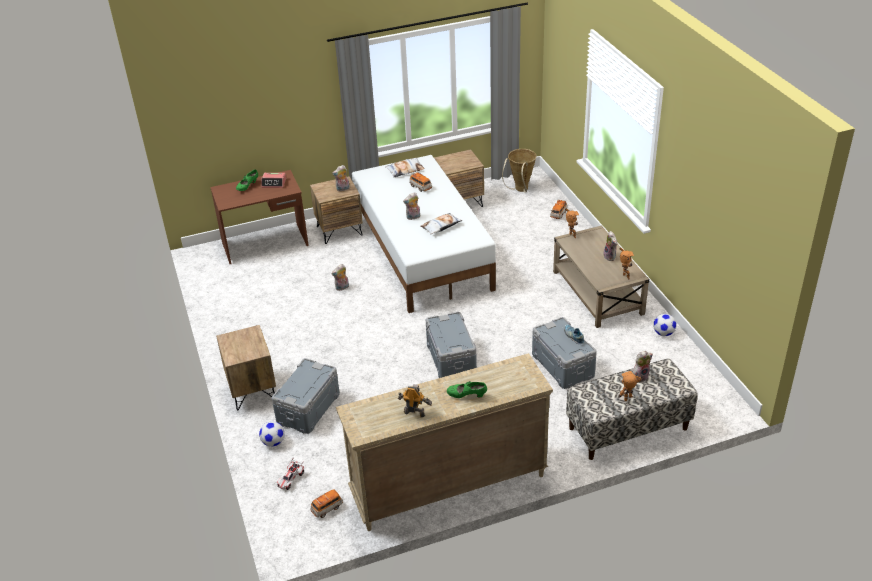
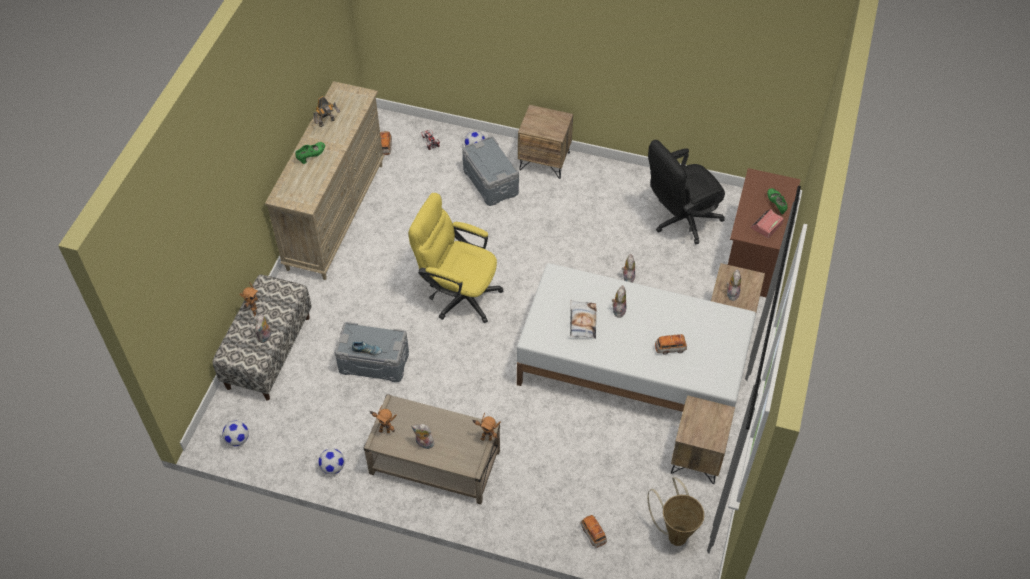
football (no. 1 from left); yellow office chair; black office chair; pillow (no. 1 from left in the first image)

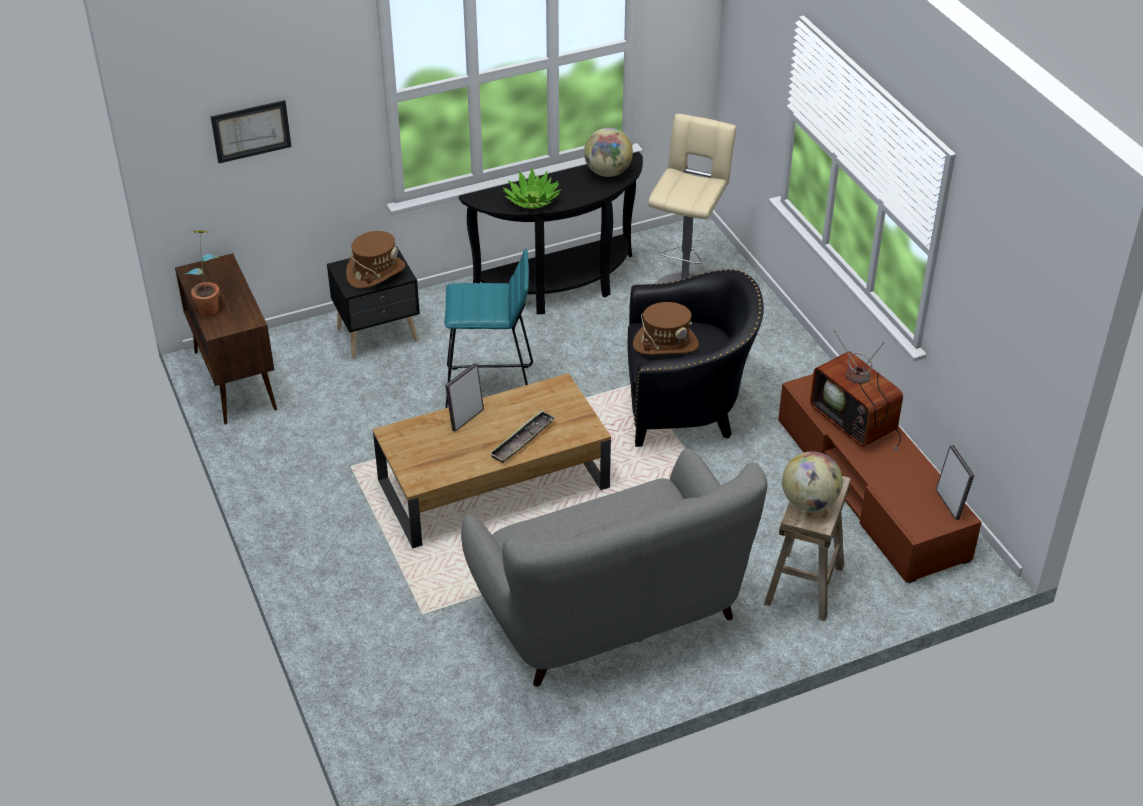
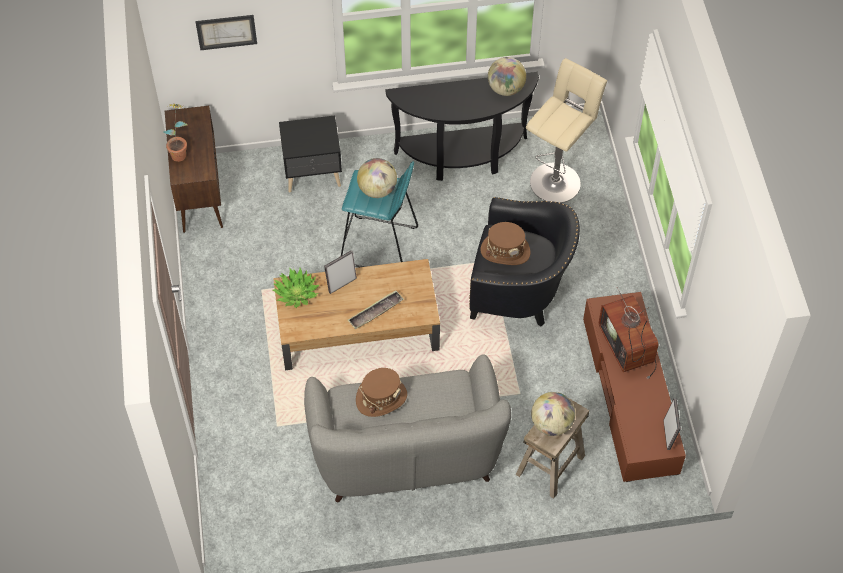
potted plant (no. 2 from left); brown hat (no. 1 from left); globe (no. 1 from left)

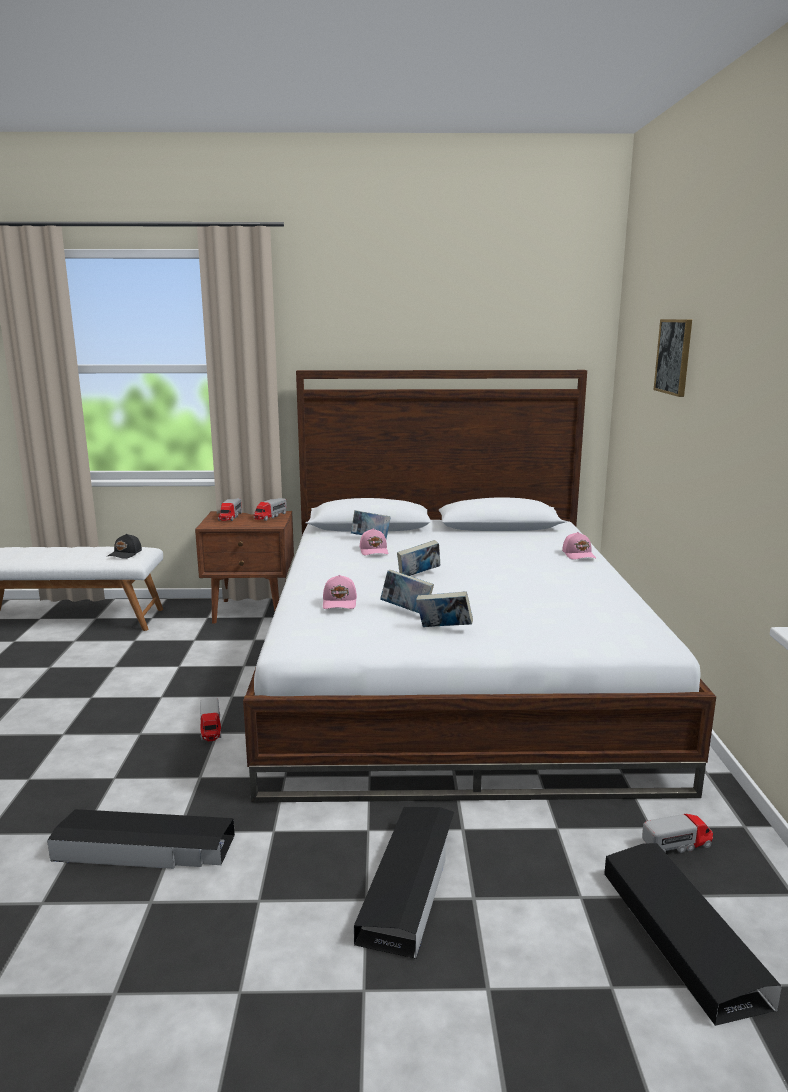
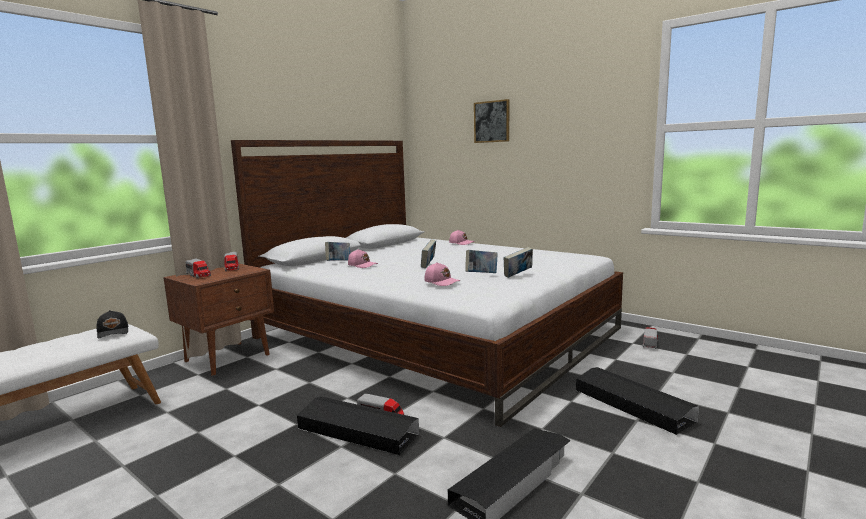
black storage box (no. 1 from left)

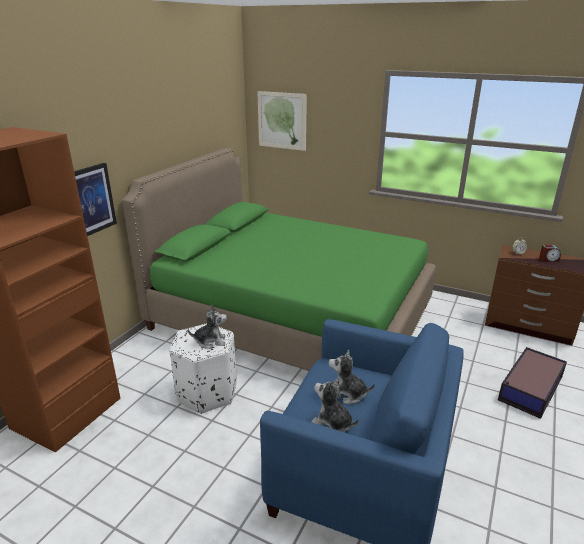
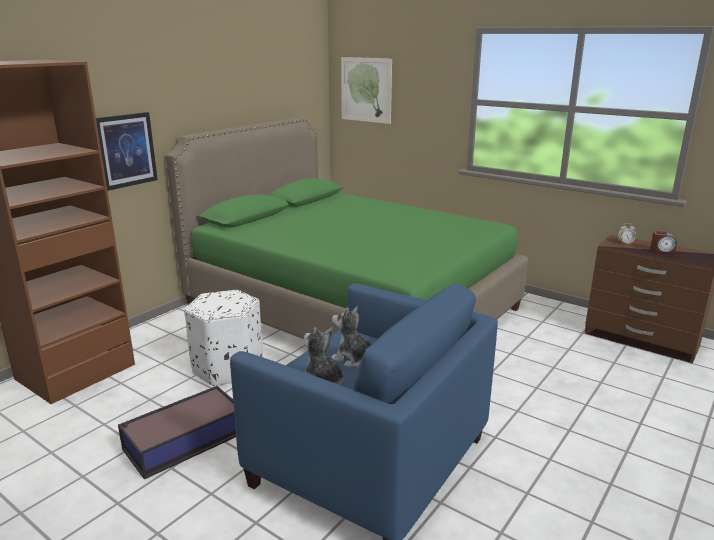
storage box; plush toy (no. 1 from left in the first image)

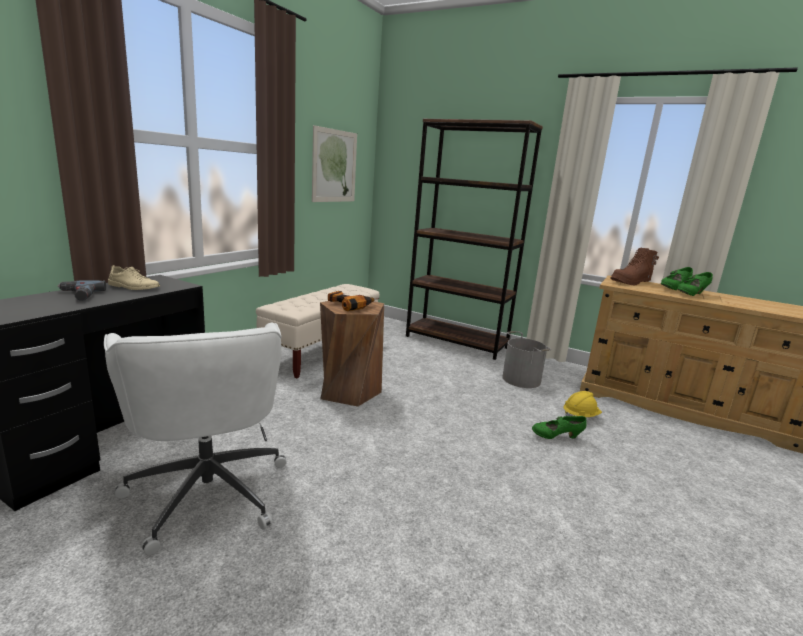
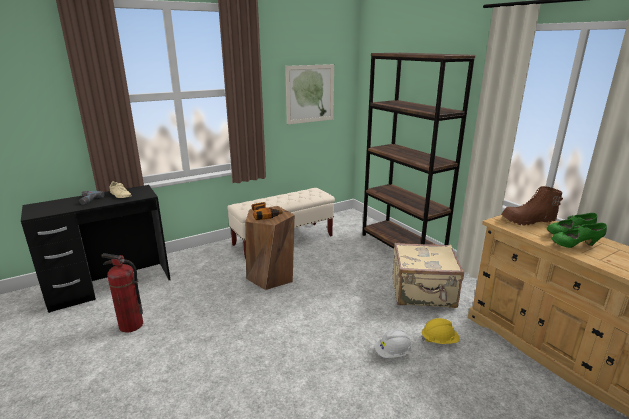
fire extinguisher; white hard hat; beige suitcase

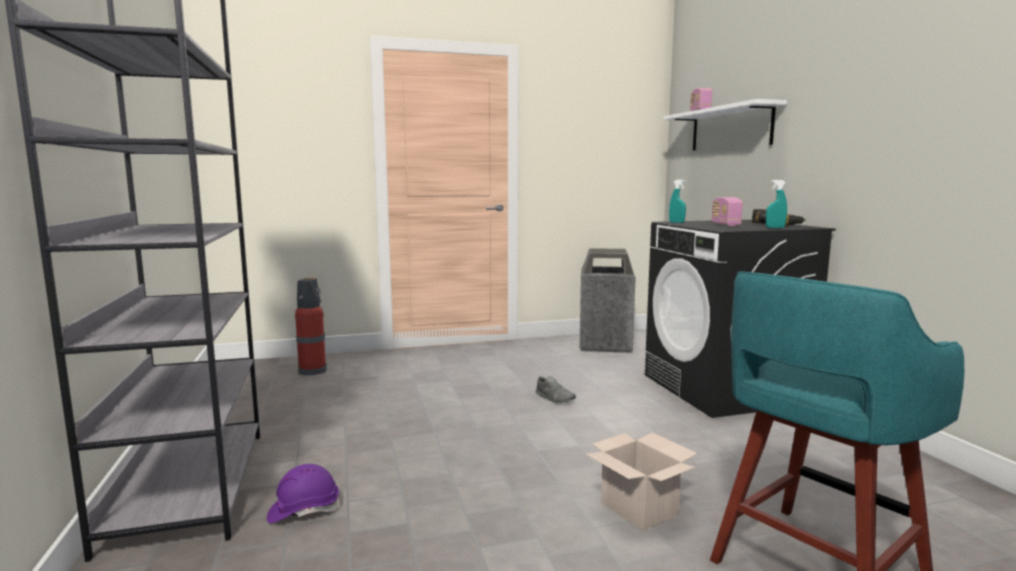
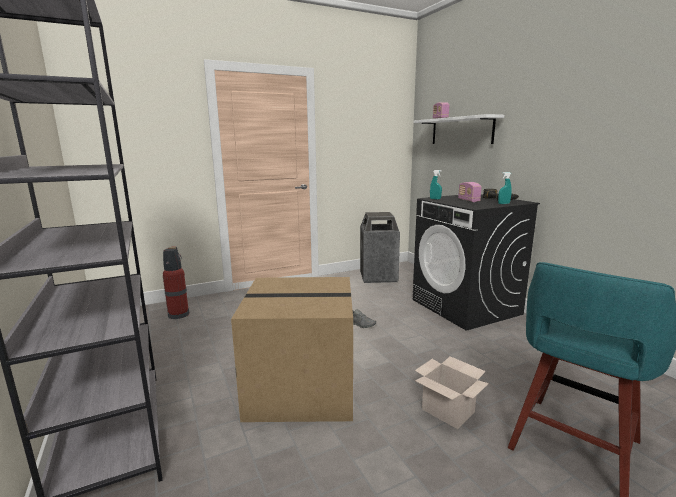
cardboard box (no. 1 from left); purple hard hat

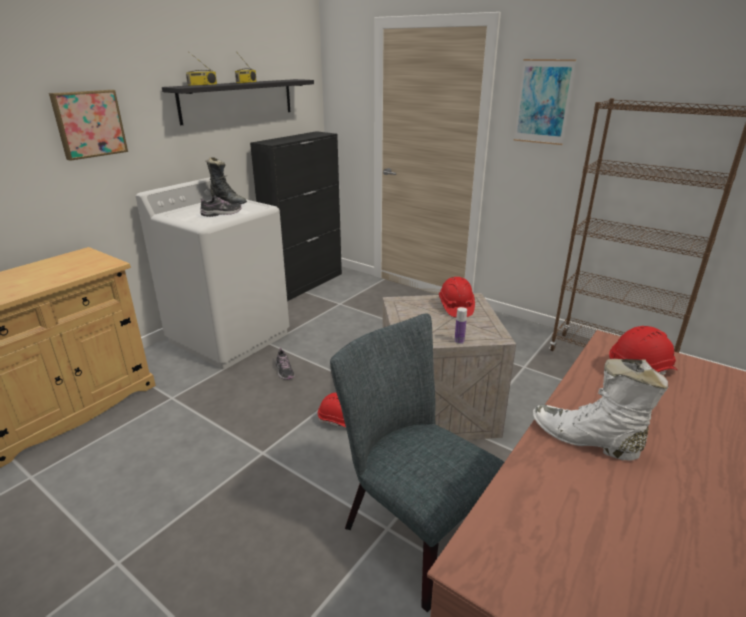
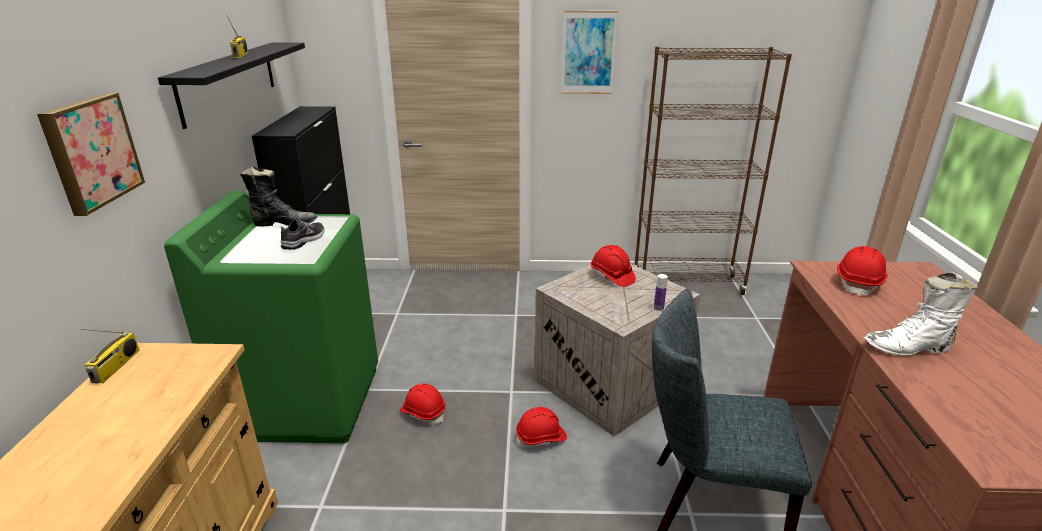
radio (no. 1 from left); green washing machine; red hard hat (no. 1 from left)

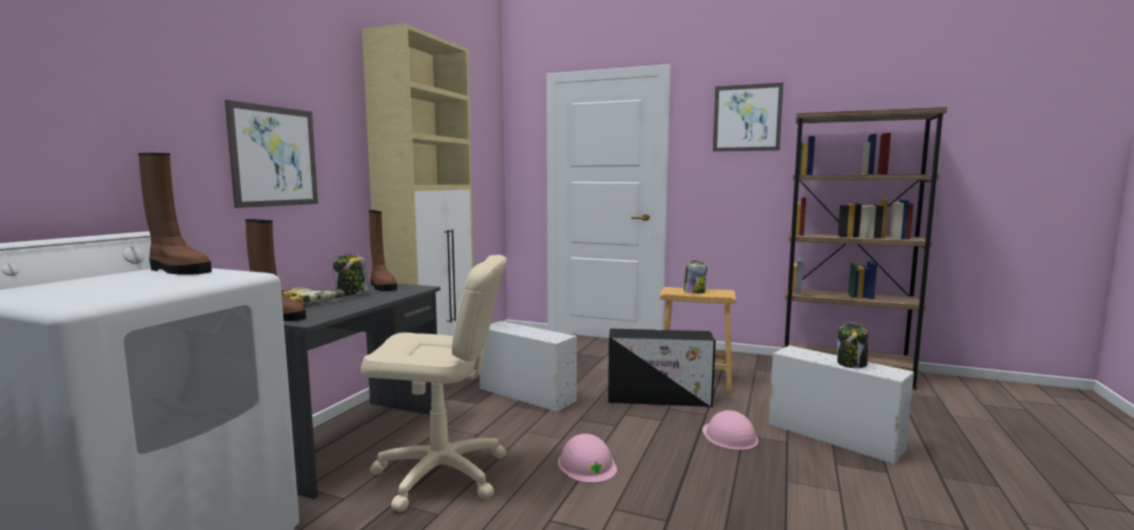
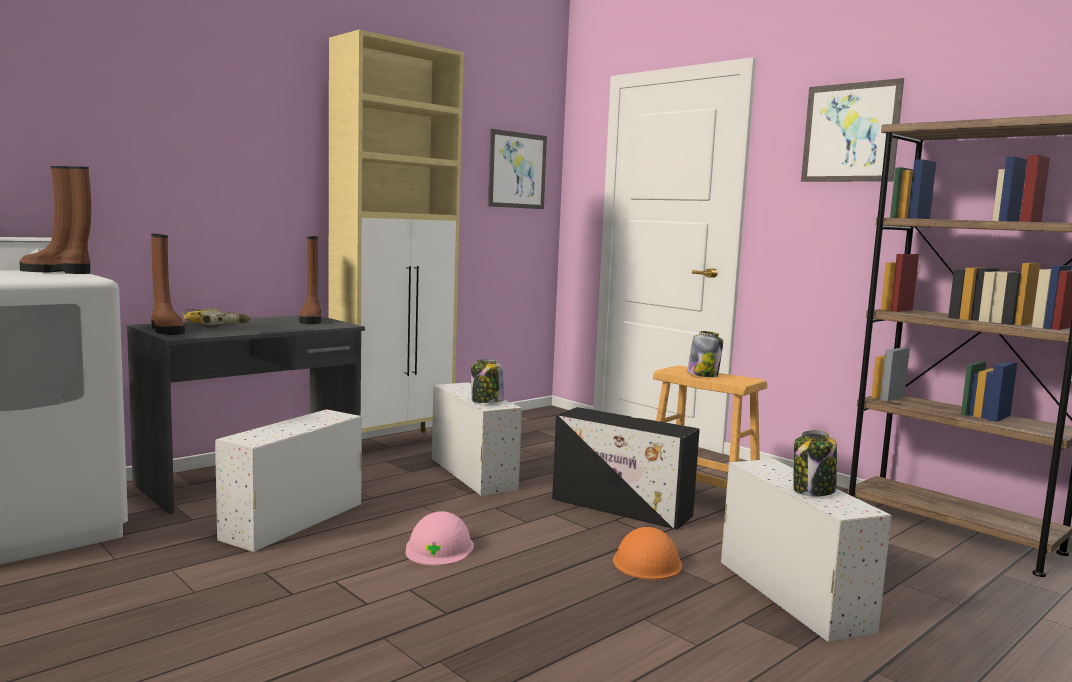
brown boot (no. 1 from left); white storage box (no. 1 from left); jar (no. 1 from left); picture (no. 1 from left); orange hard hat

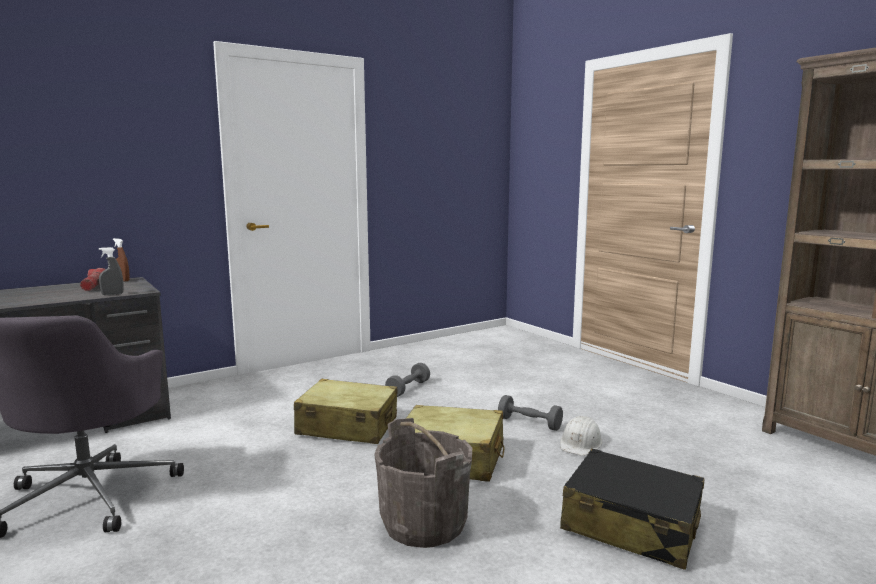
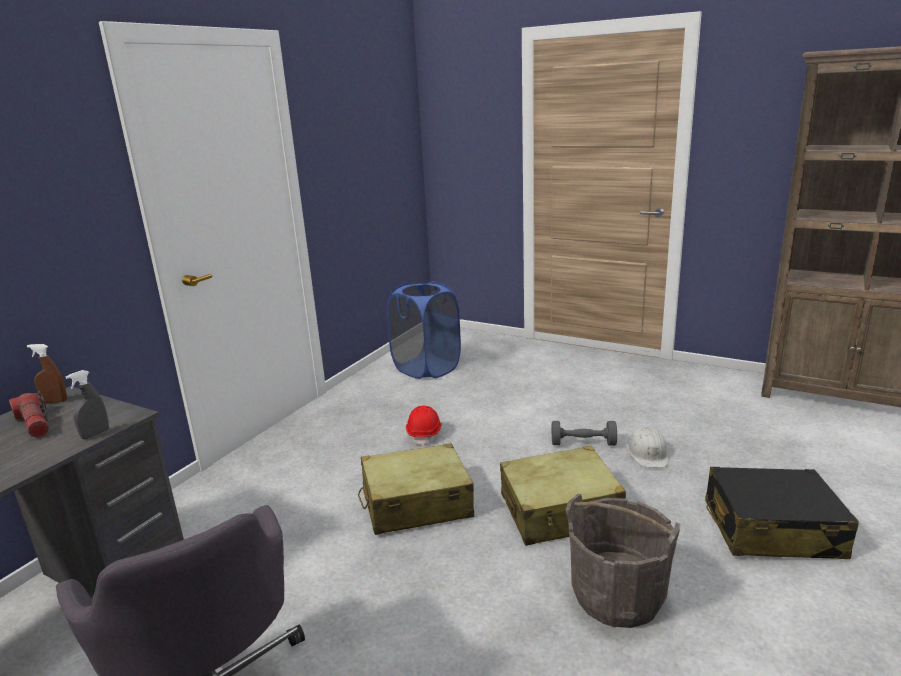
blue laundry basket; red hard hat

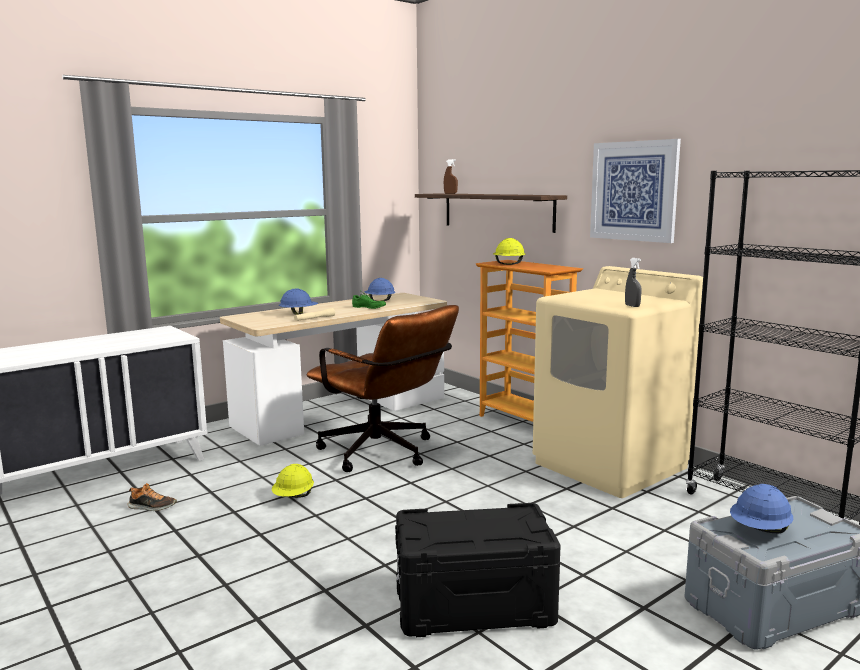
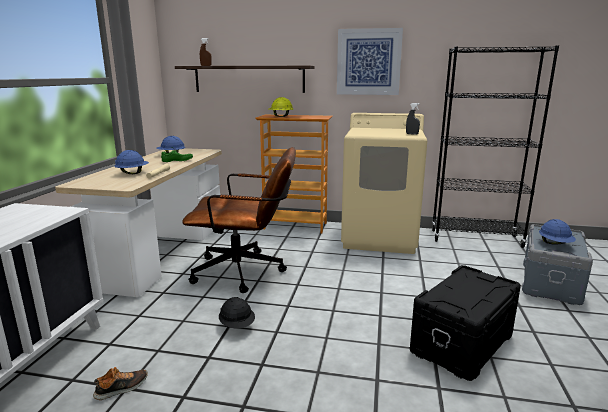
black hard hat

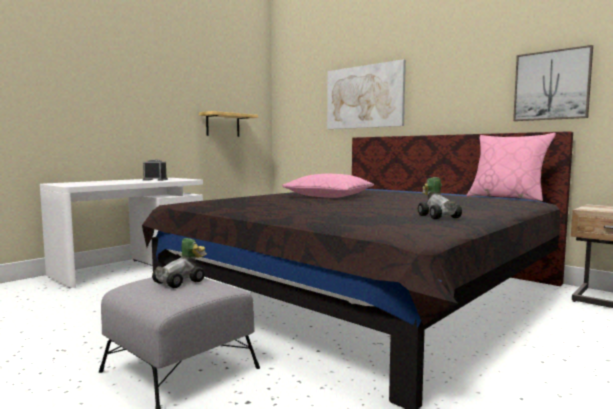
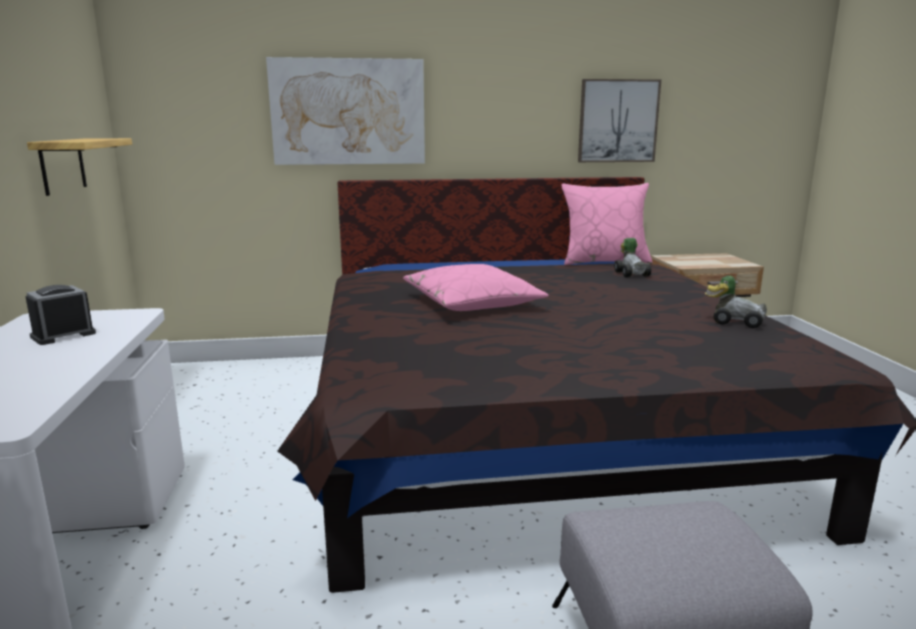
toy car (no. 1 from left)

